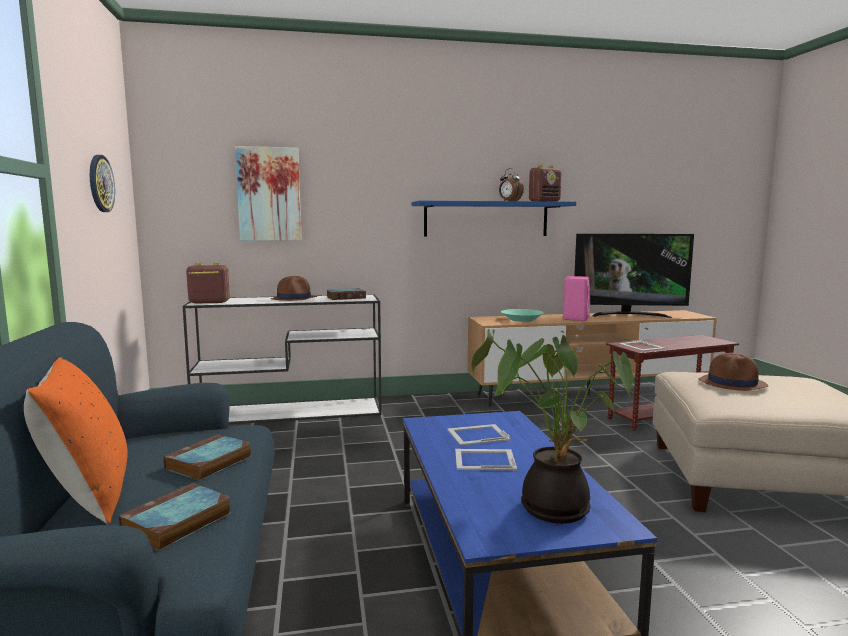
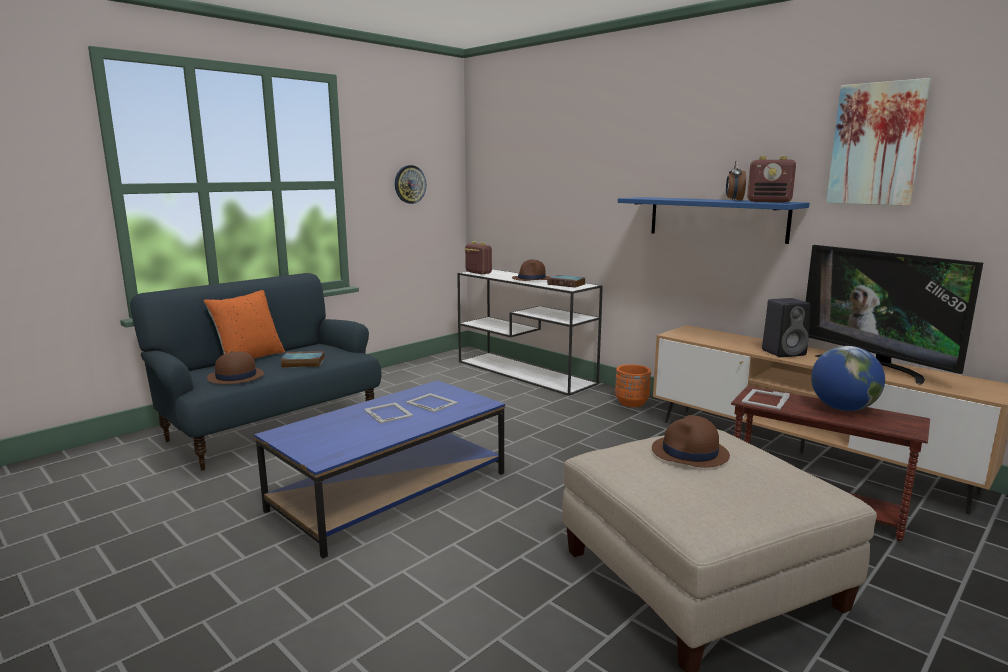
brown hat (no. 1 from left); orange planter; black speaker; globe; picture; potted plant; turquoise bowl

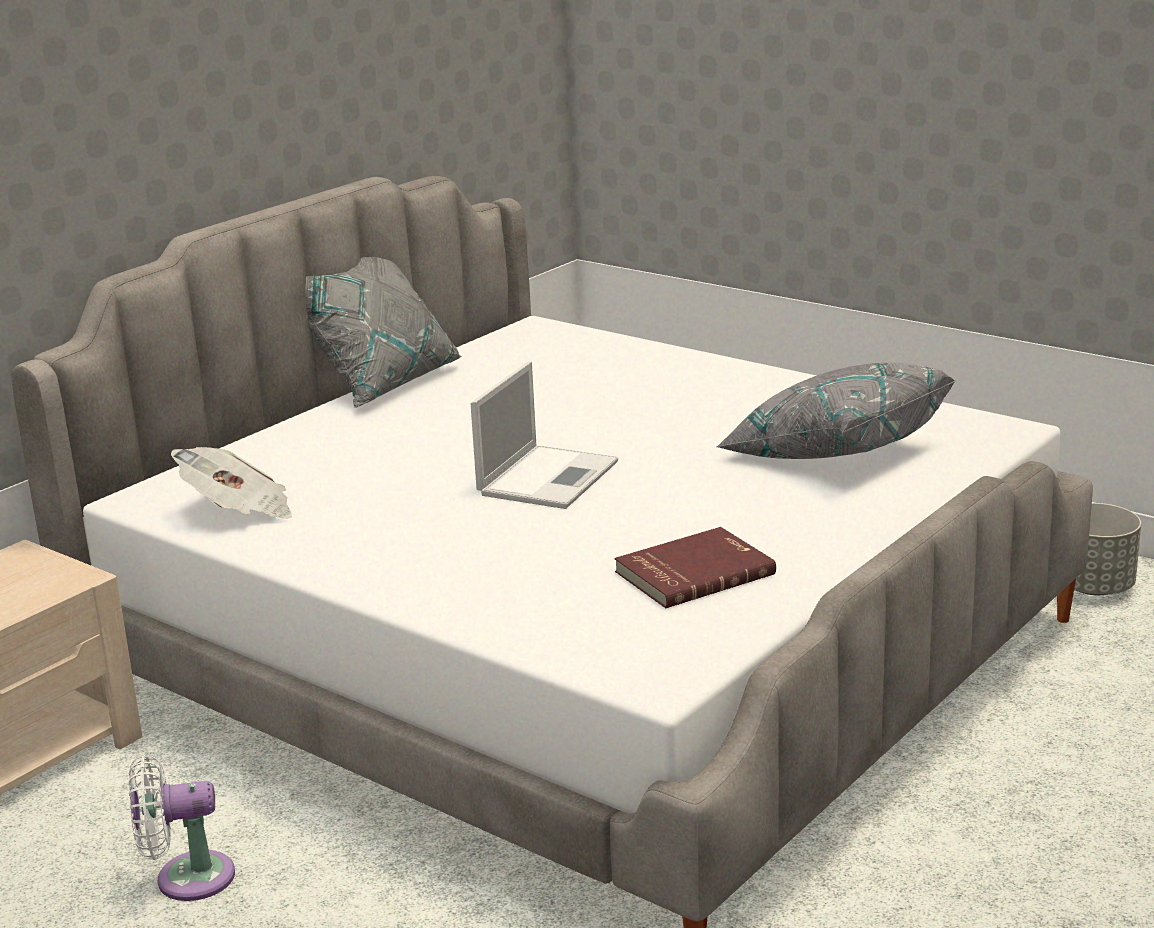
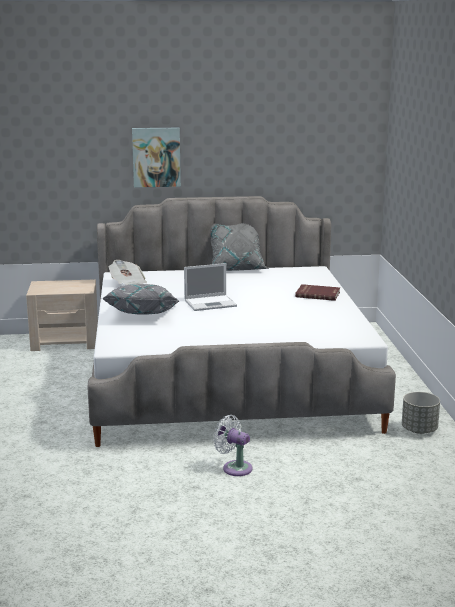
grey pillow (no. 1 from left); picture; white fan; red book

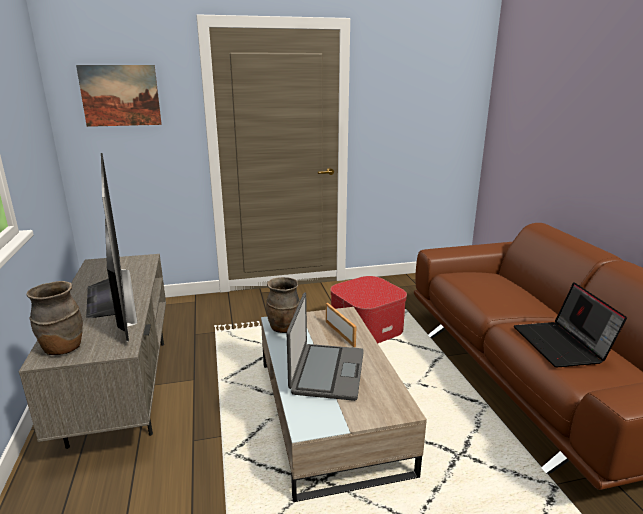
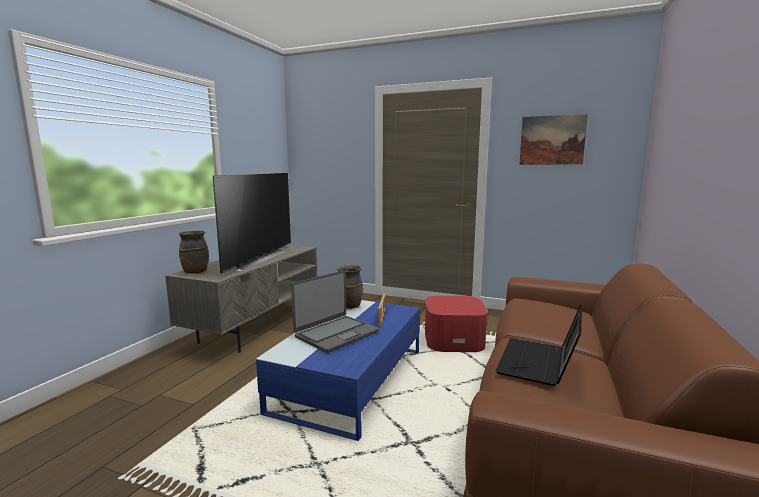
blue coffee table; picture

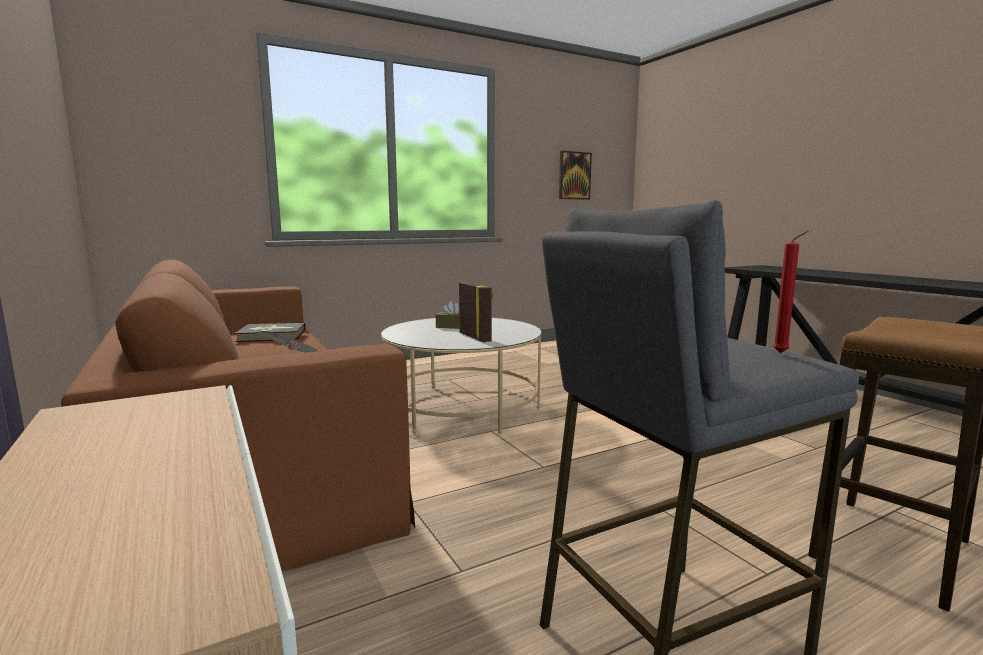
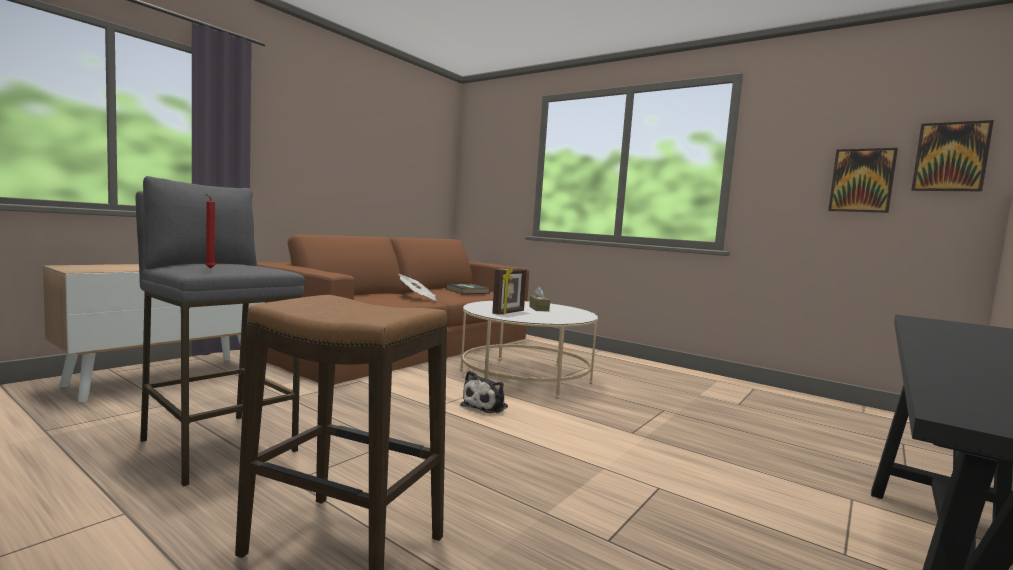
plush toy; picture (no. 2 from left)

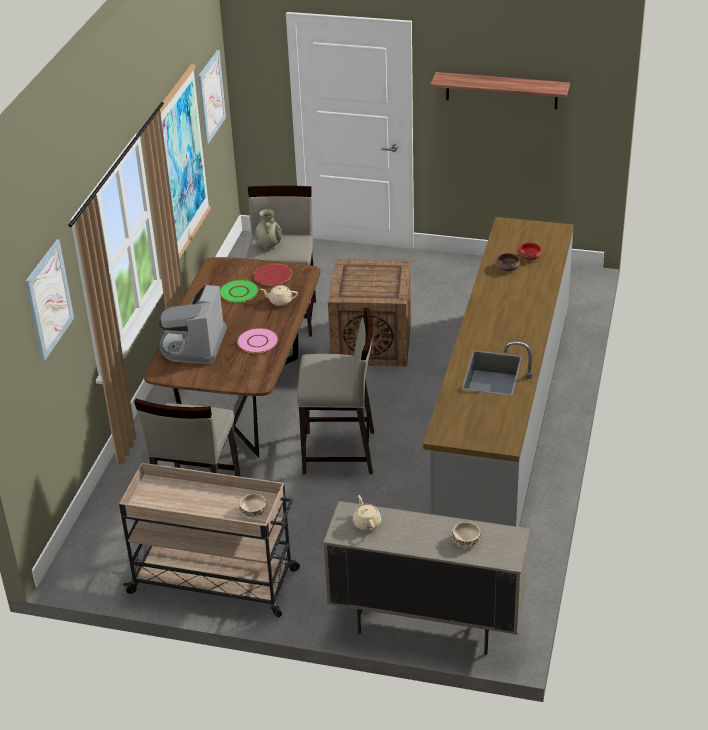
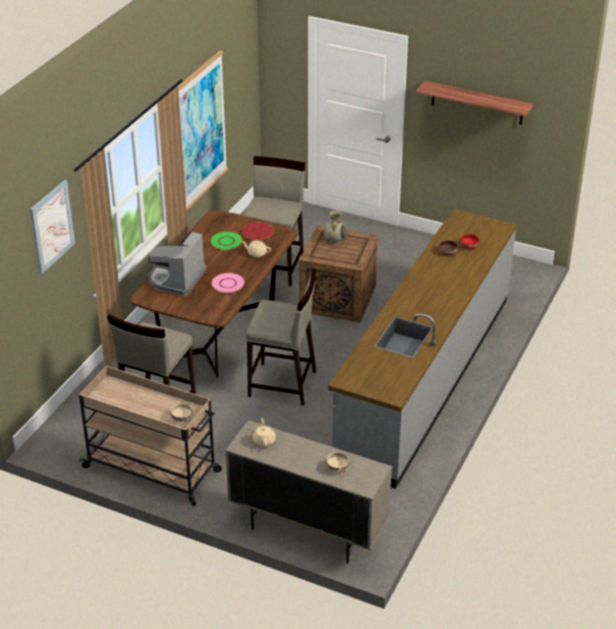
beige vase; picture (no. 3 from left in the first image)

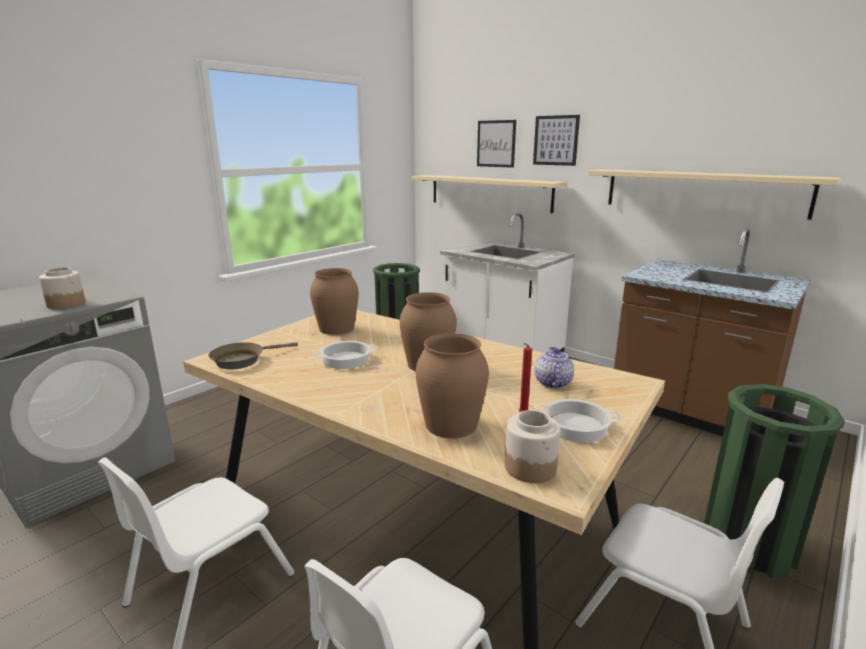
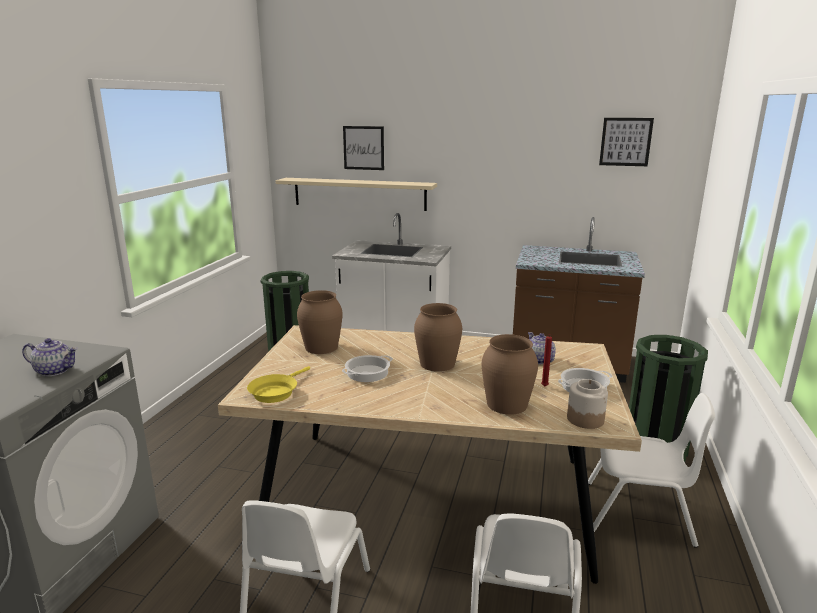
teapot (no. 1 from left); yellow frying pan; picture (no. 2 from left); beige shelf (no. 2 from left in the first image)

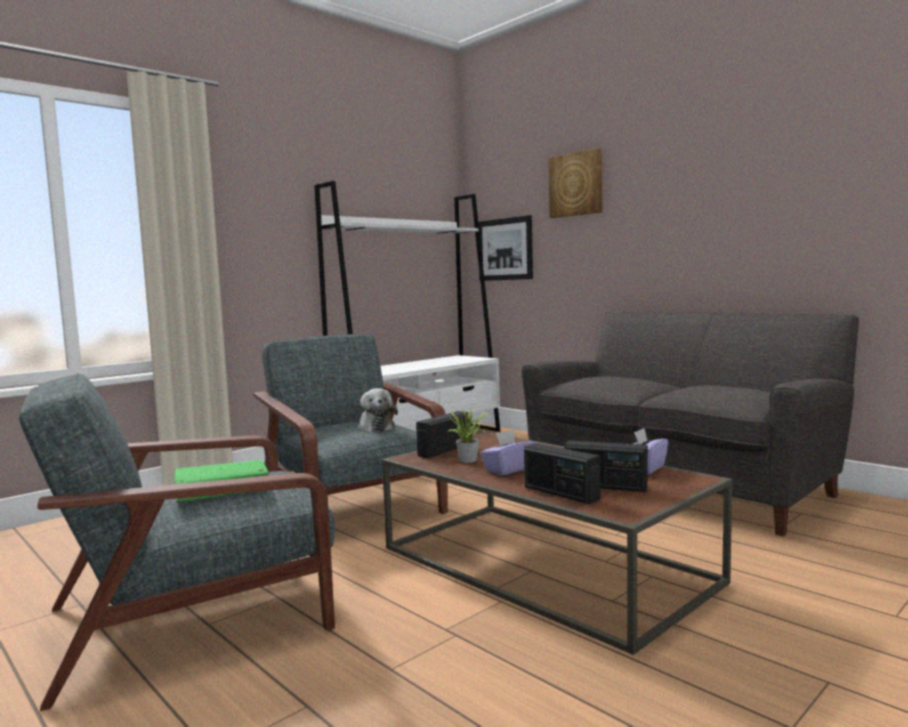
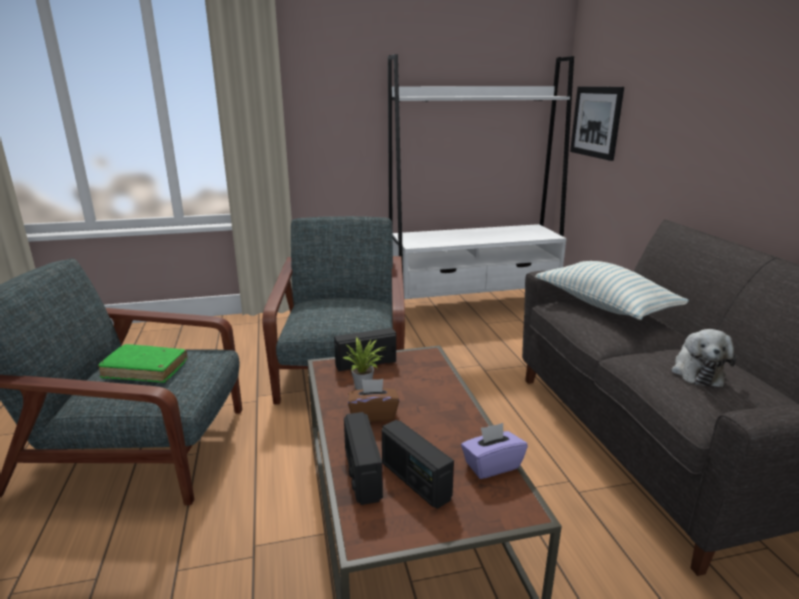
brown tissue box; pillow; plush toy; picture (no. 2 from left in the first image)

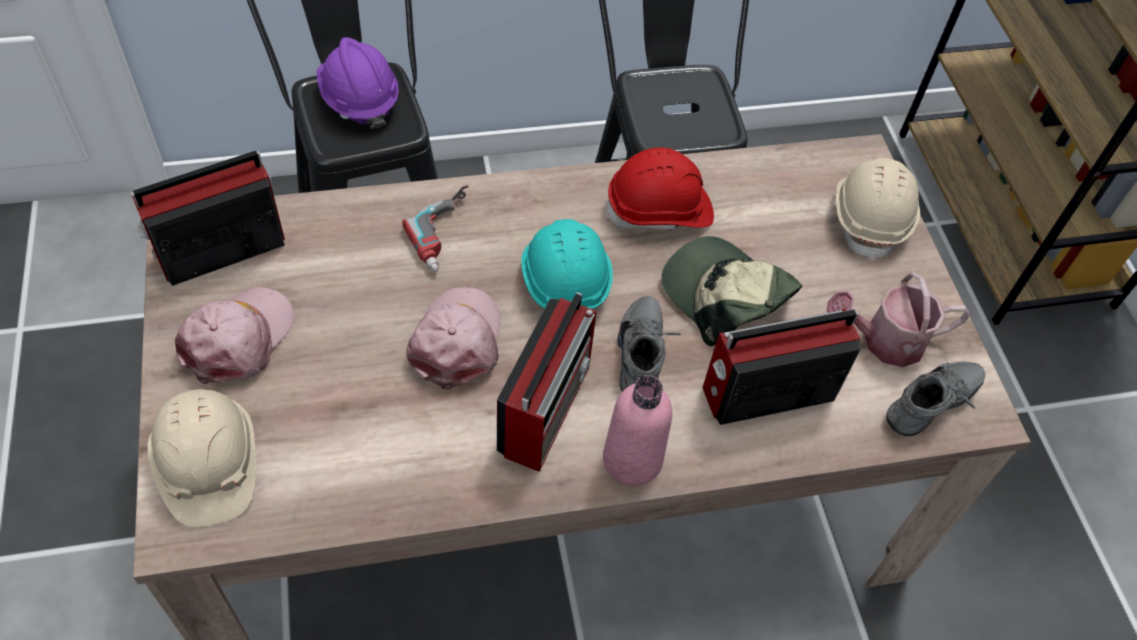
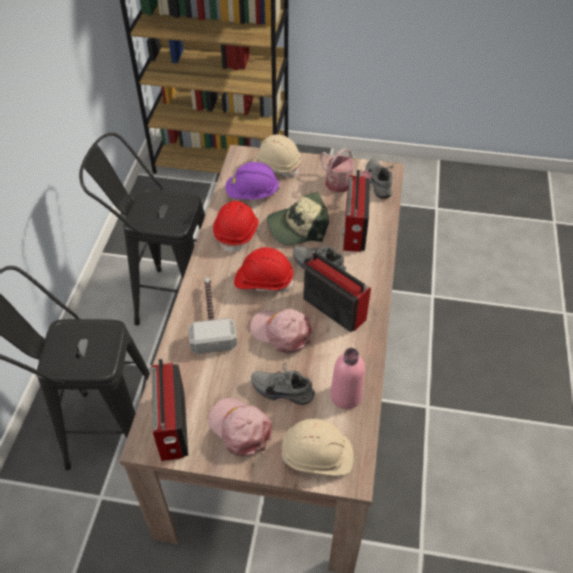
hammer; purple hard hat; red hard hat (no. 2 from left); grey shoe (no. 1 from left); watering can; pink bottle

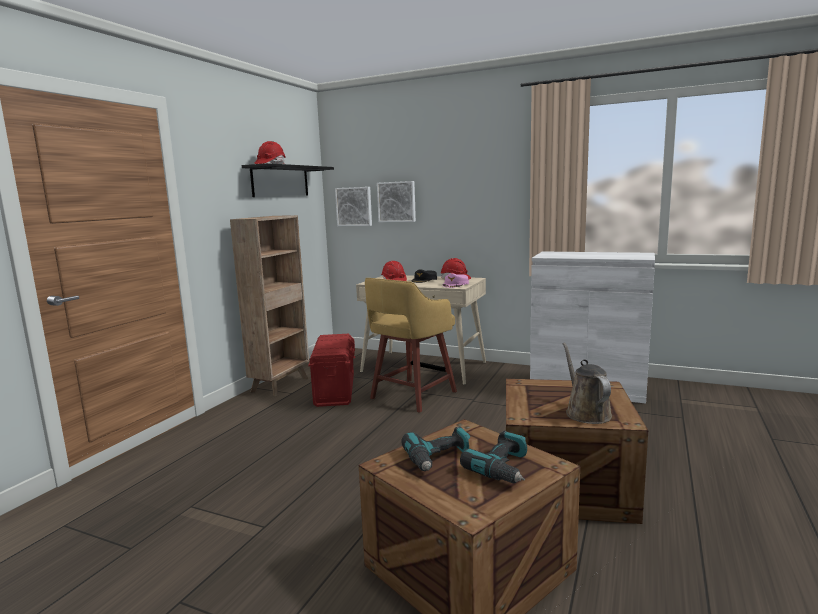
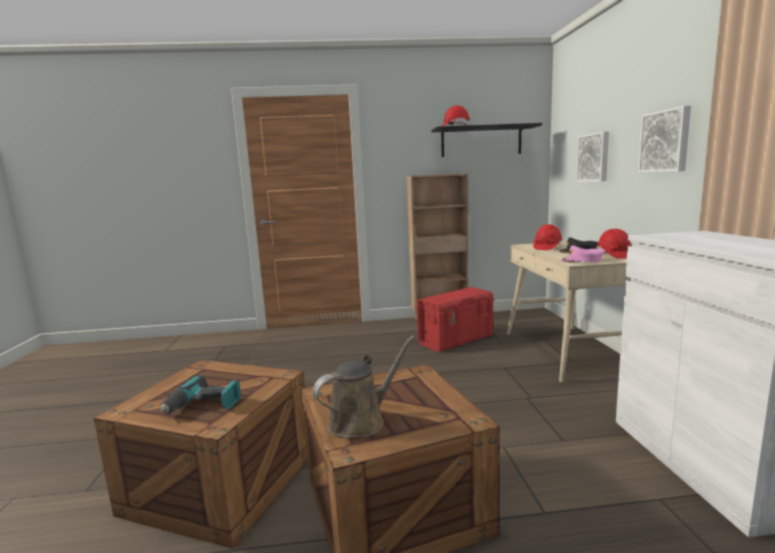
picture (no. 2 from left); yellow stool; power drill (no. 1 from left in the first image)

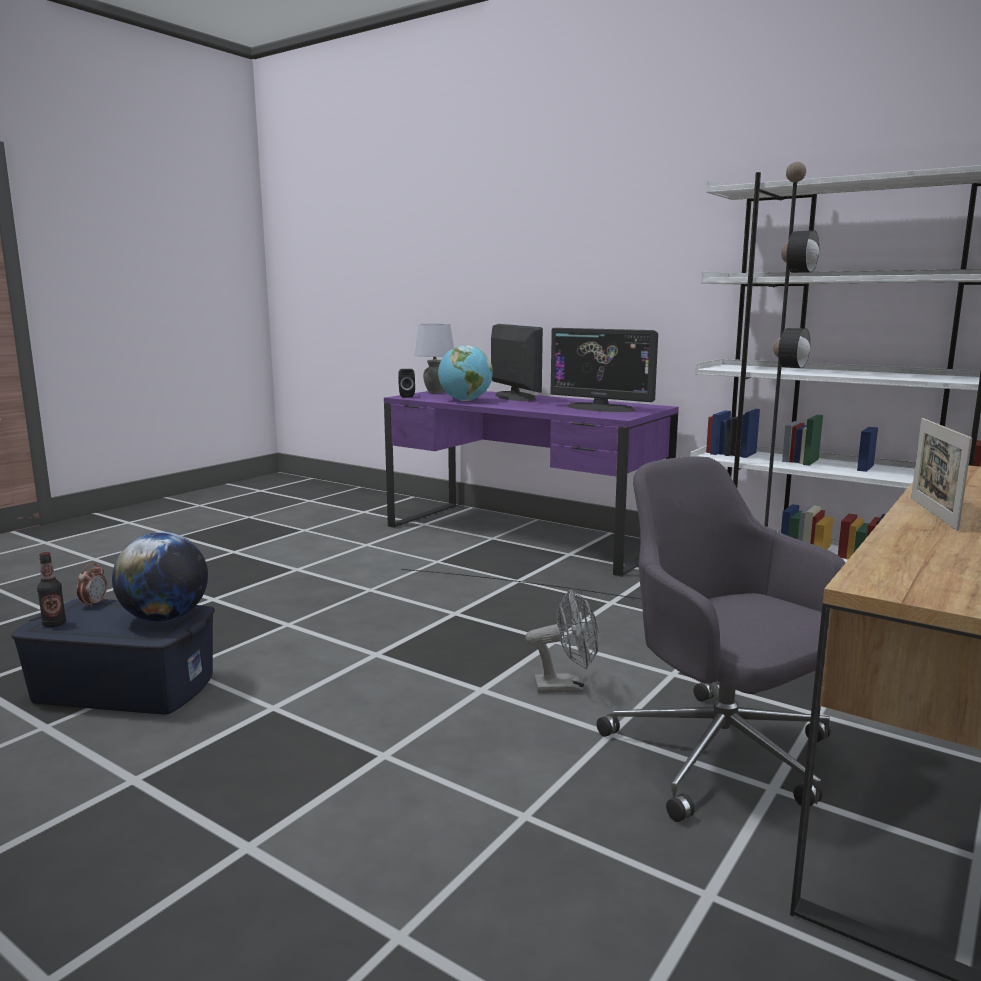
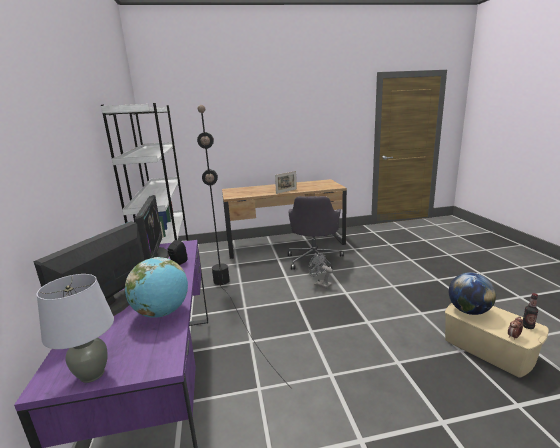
black speaker; beige storage box

